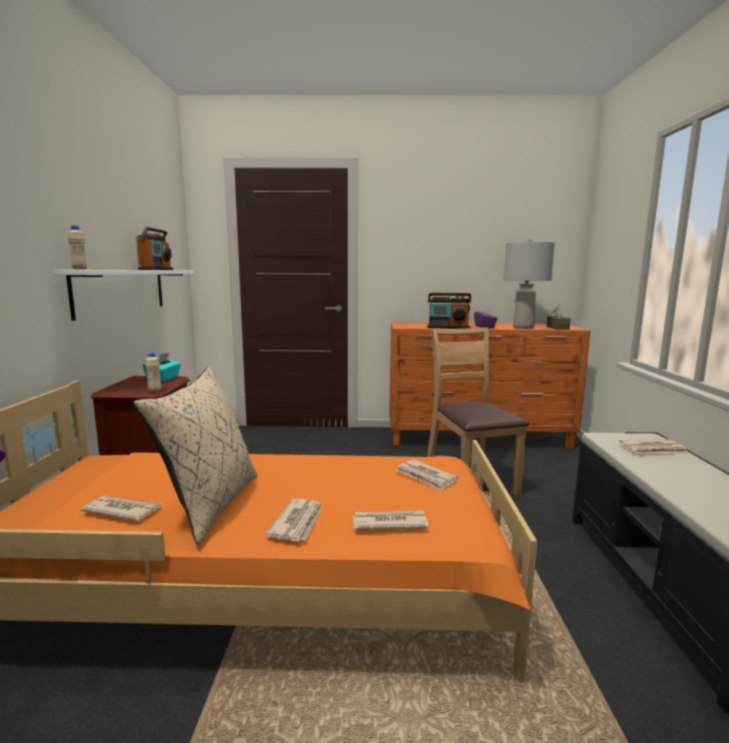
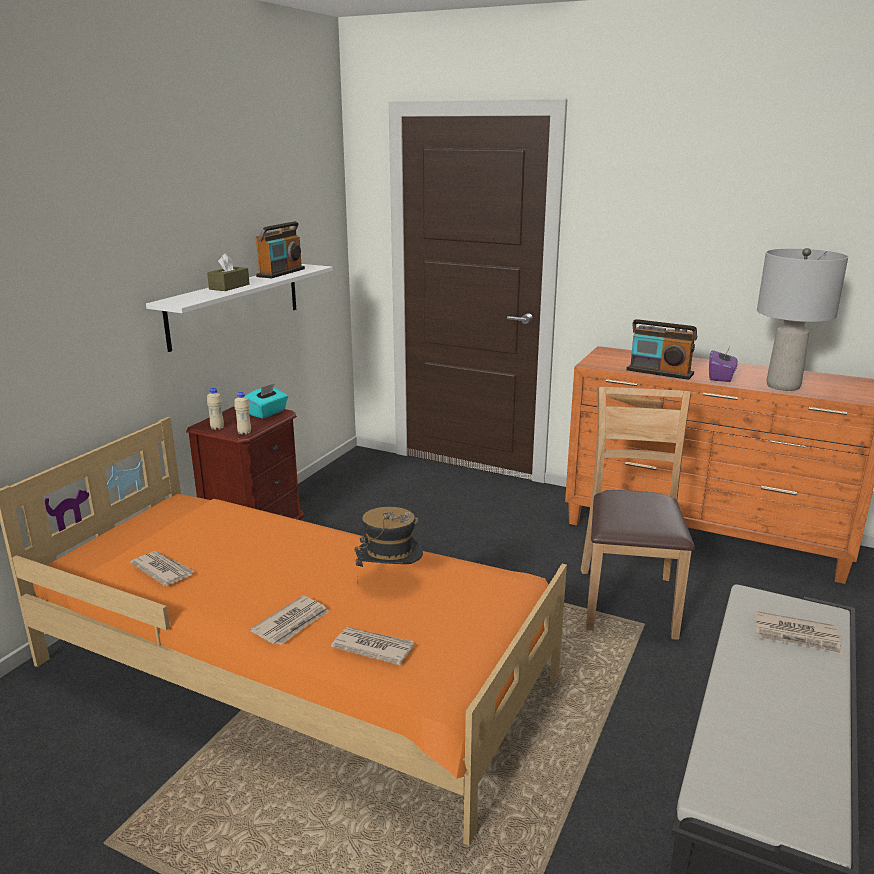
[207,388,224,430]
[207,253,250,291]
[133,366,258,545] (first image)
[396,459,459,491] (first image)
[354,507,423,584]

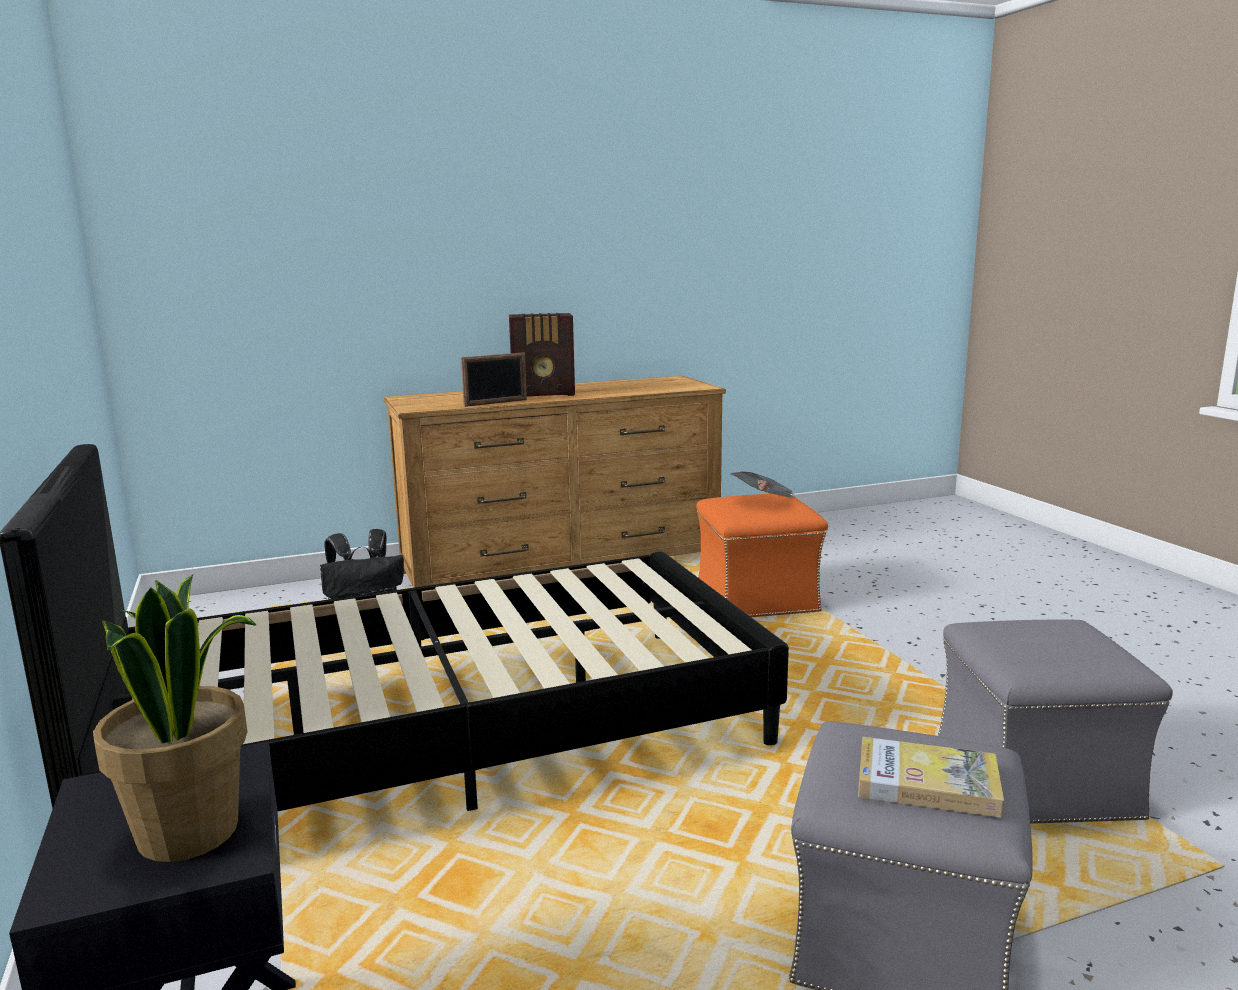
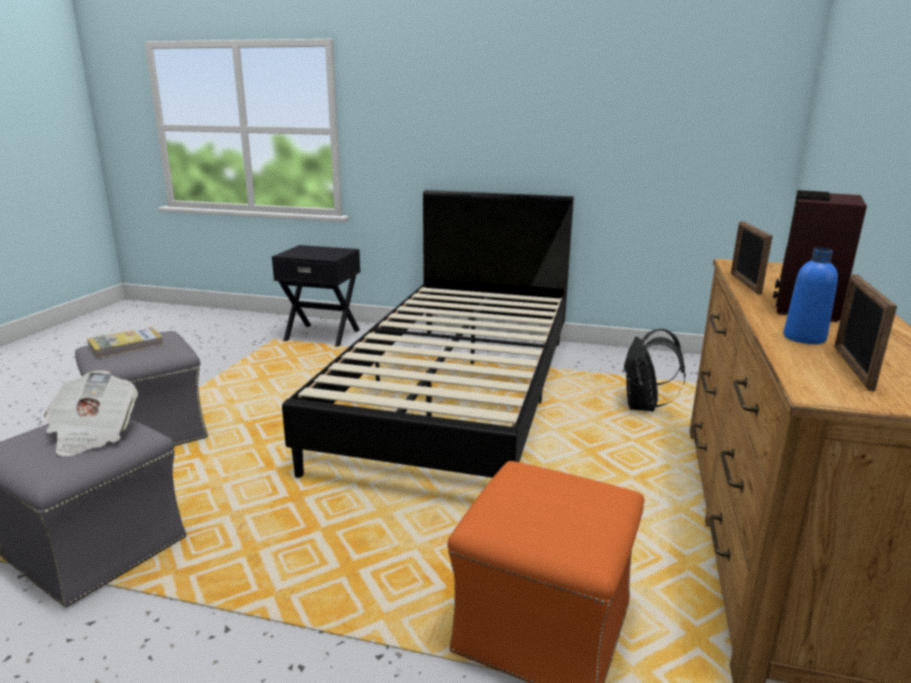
[44,370,138,457]
[93,574,257,862] (first image)
[784,248,838,344]
[834,274,897,392]

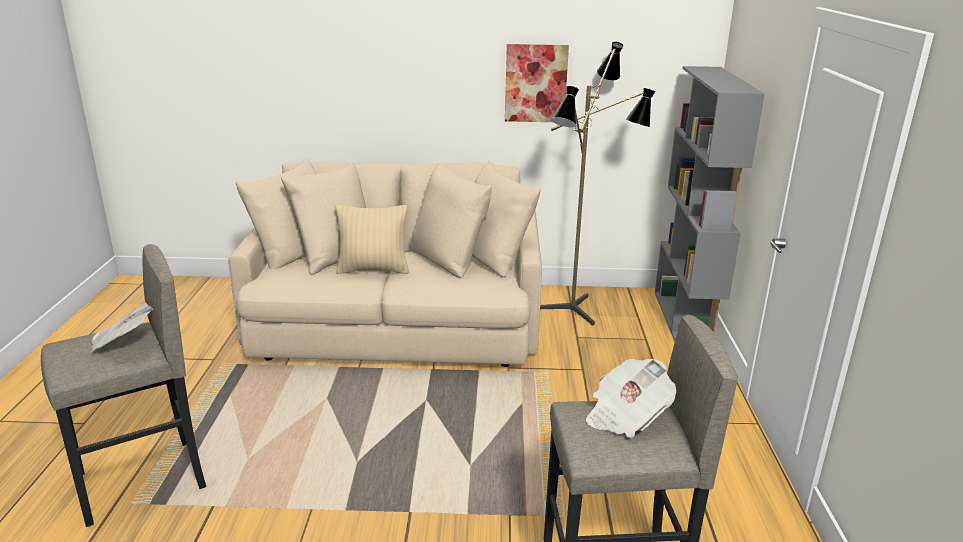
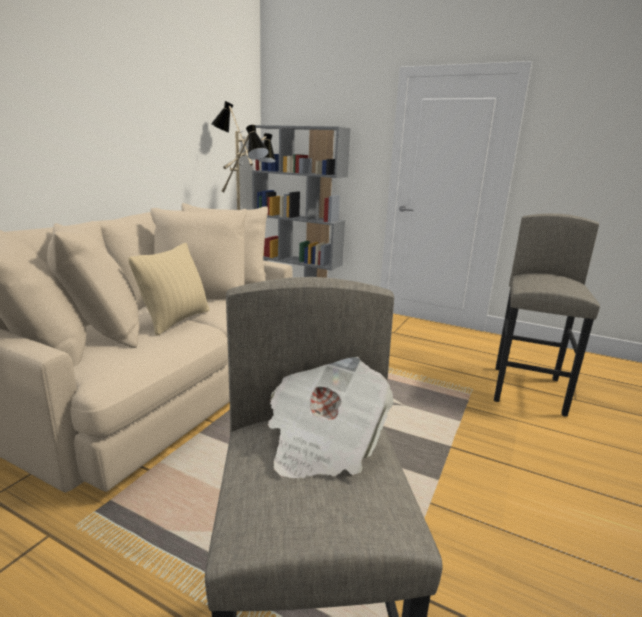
[505,44,569,122] (first image)
[586,359,676,437] (first image)

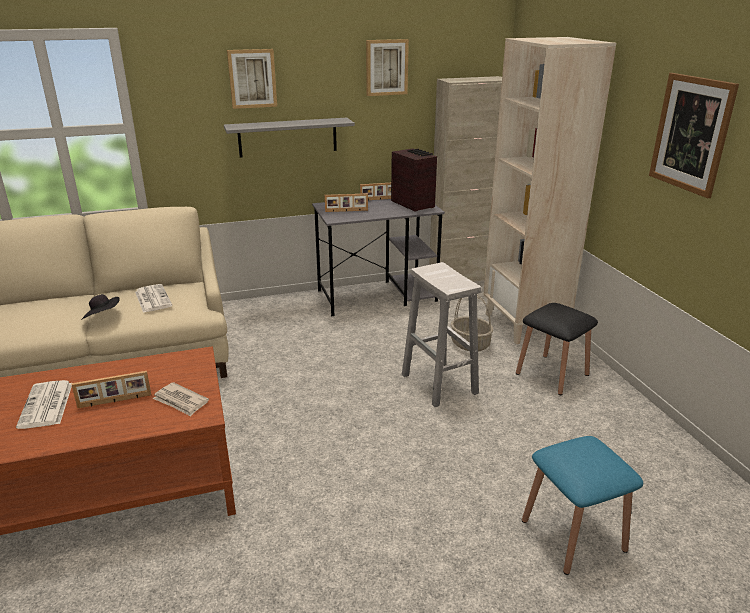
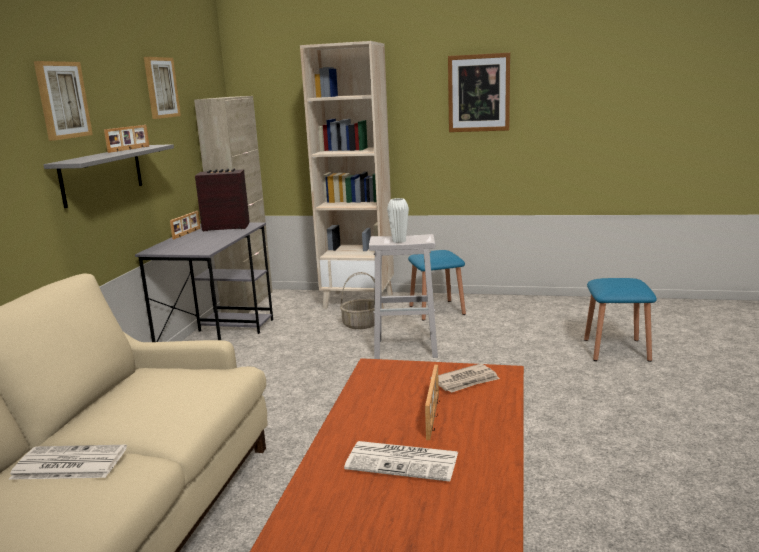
[104,125,149,153]
[9,445,127,480]
[81,294,120,320] (first image)
[408,250,466,321]
[387,198,409,243]

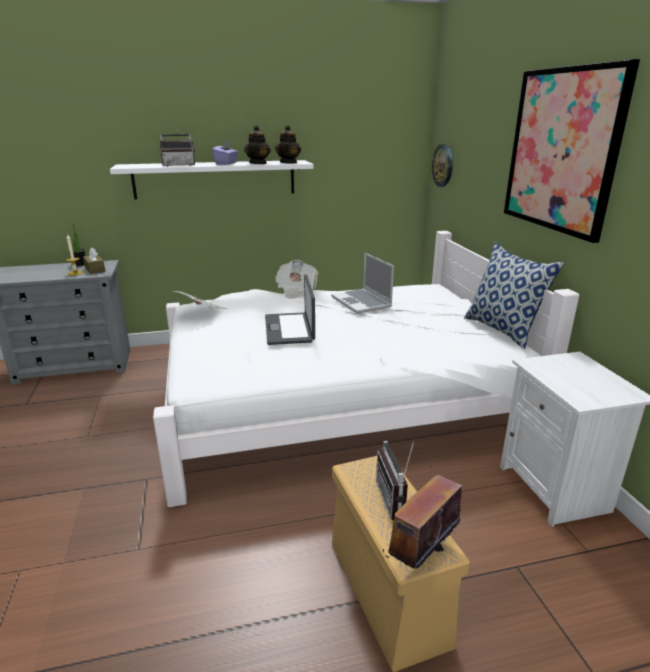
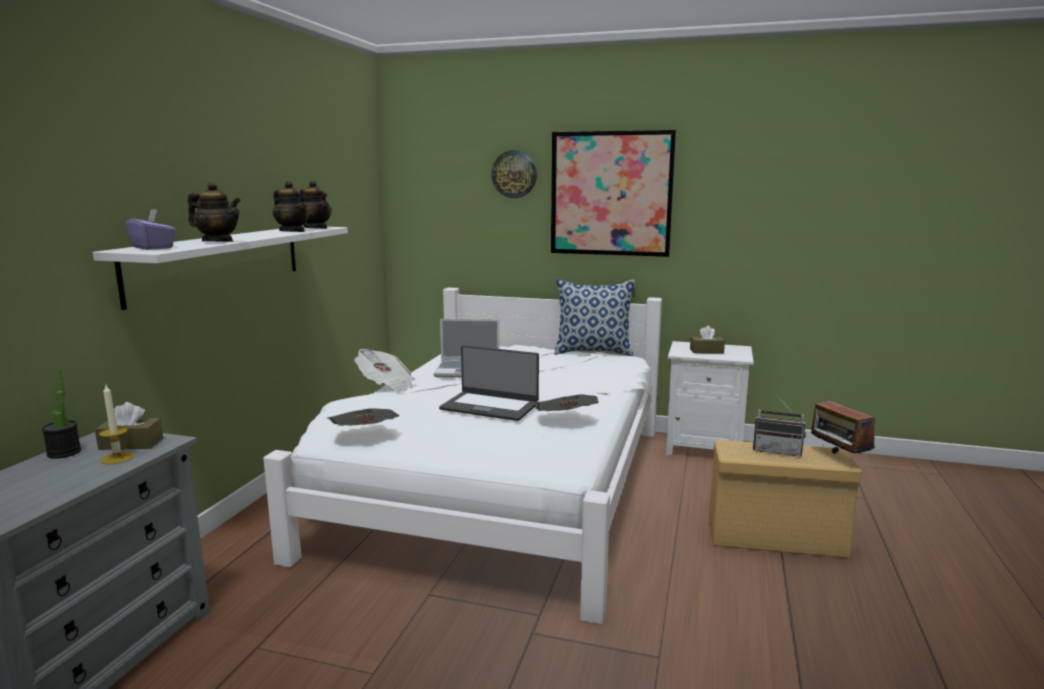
[188,182,241,242]
[125,209,176,250]
[491,150,537,198]
[690,326,725,354]
[535,395,599,411]

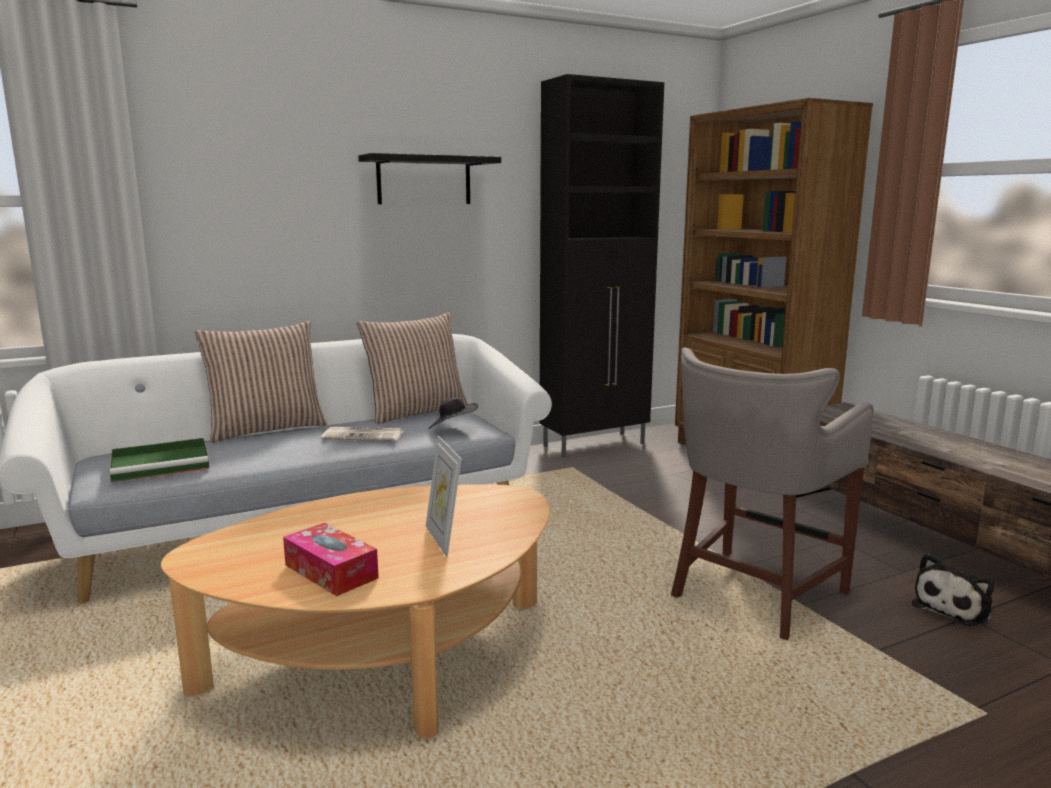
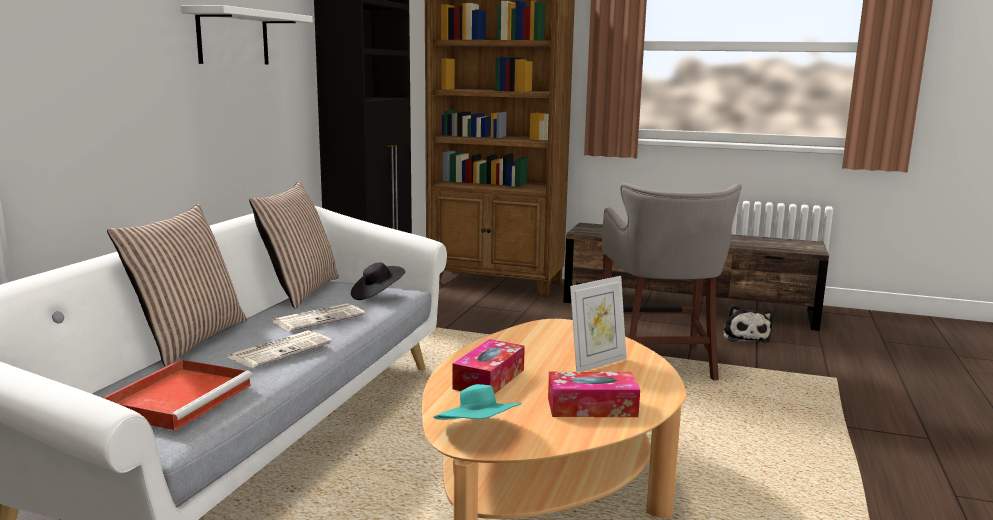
[181,5,313,65]
[570,276,627,372]
[102,360,253,430]
[227,331,332,368]
[452,339,525,394]
[433,384,521,420]

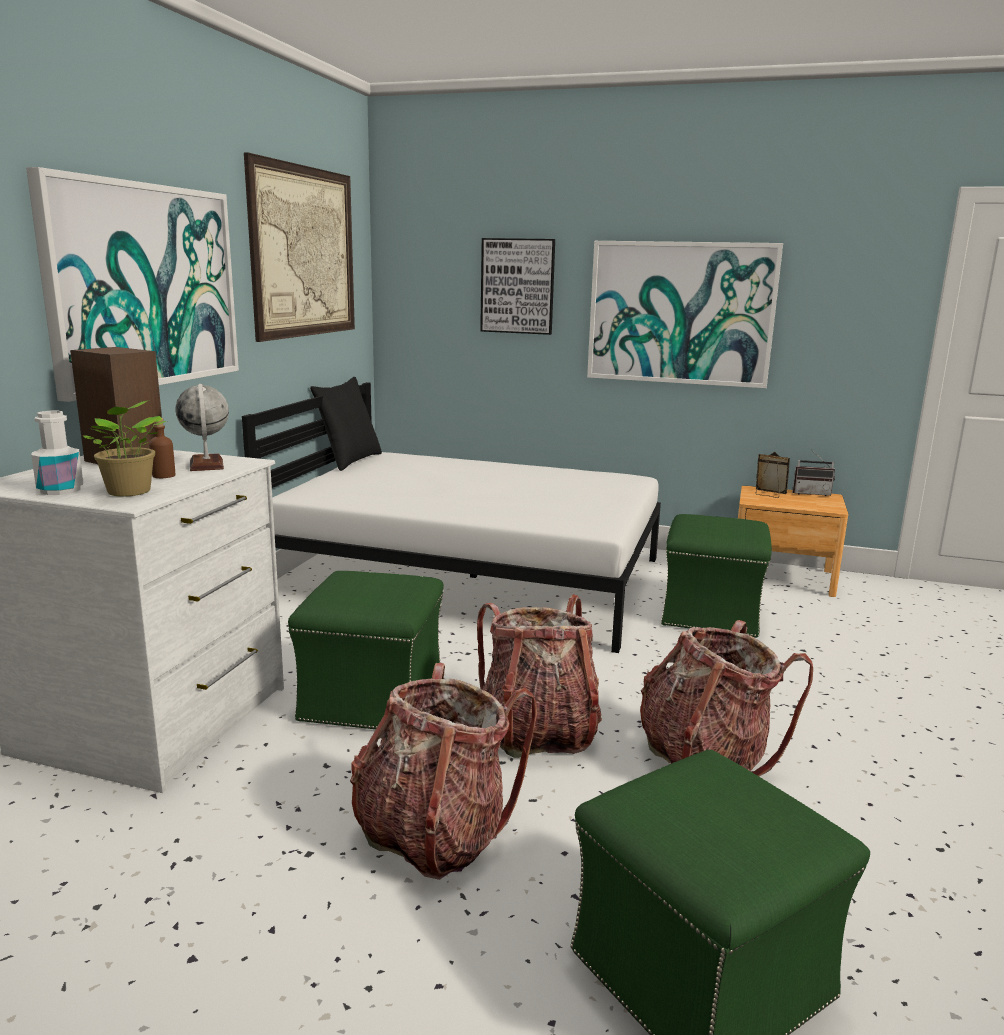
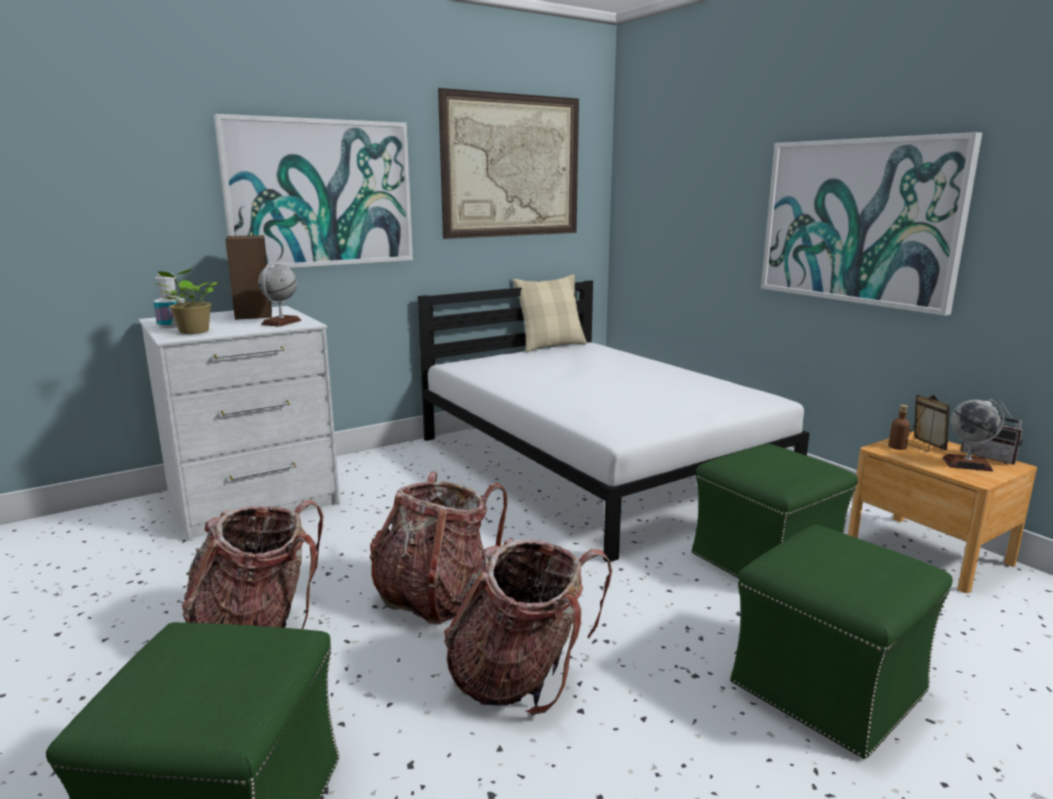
[480,238,555,335] (first image)
[513,274,587,352]
[888,405,910,450]
[730,525,953,759]
[943,399,1005,471]

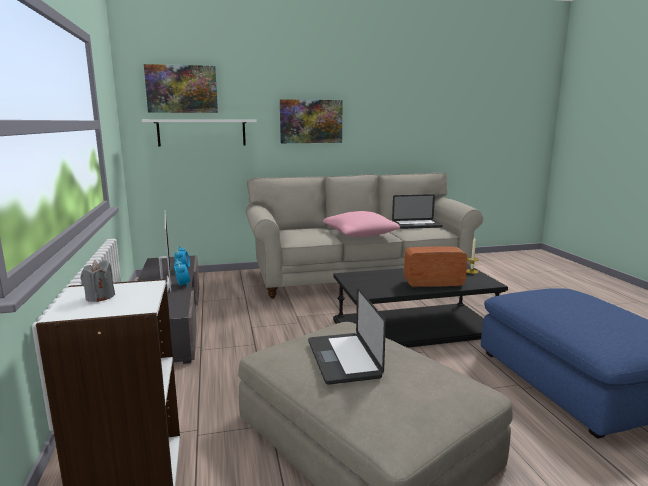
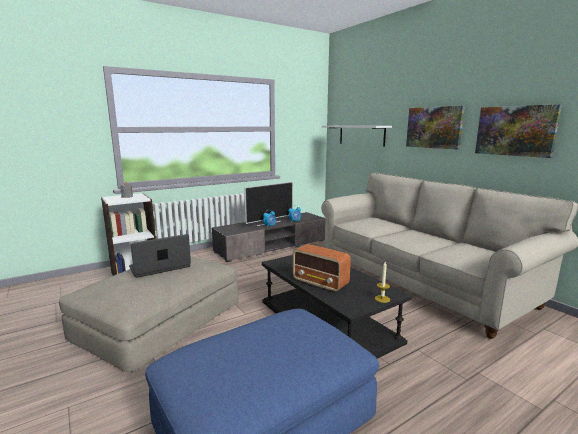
[475,104,562,158]
[392,194,443,229] (first image)
[323,211,400,237] (first image)
[293,244,351,292]

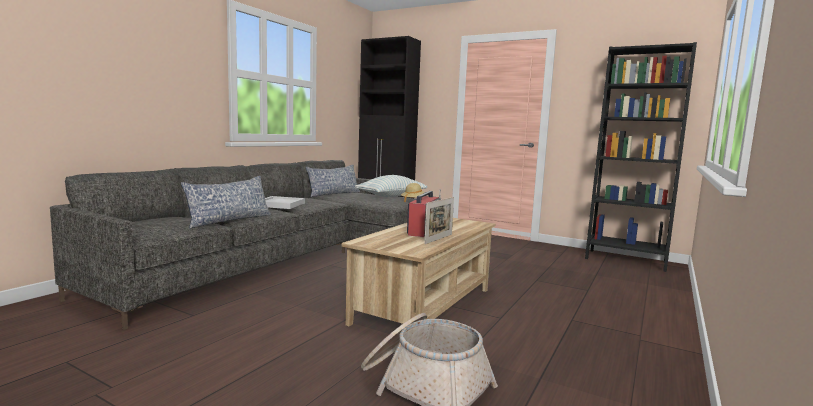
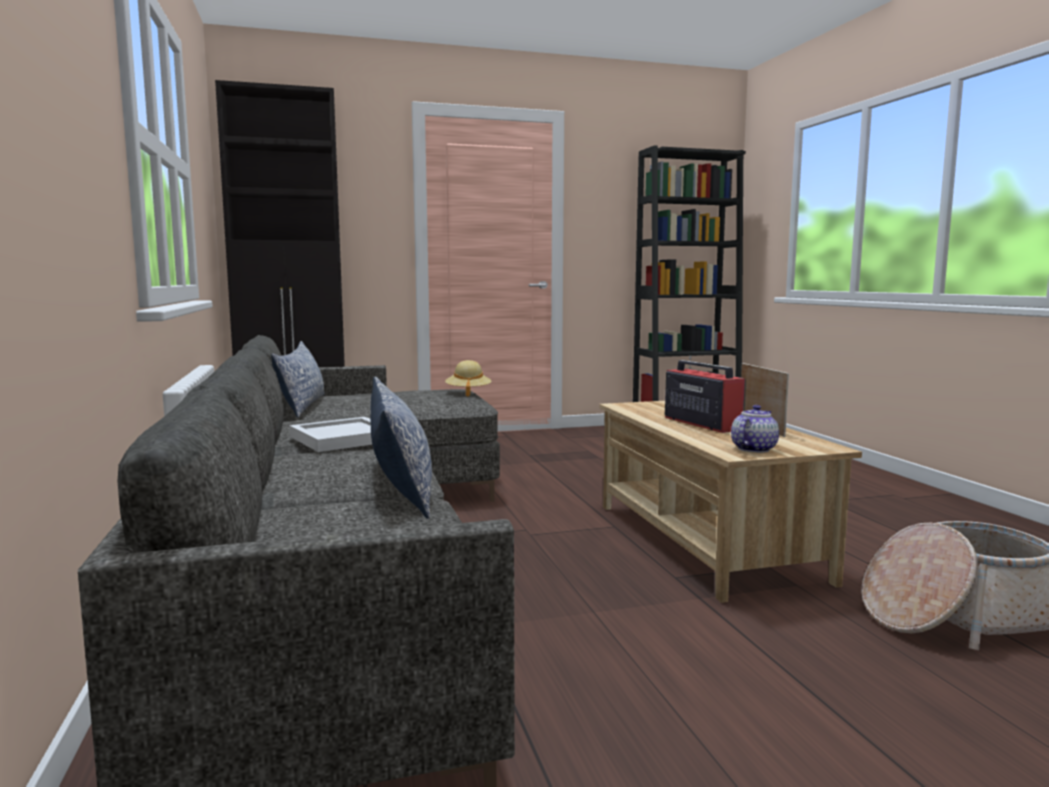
[355,175,427,197] (first image)
[731,405,779,453]

